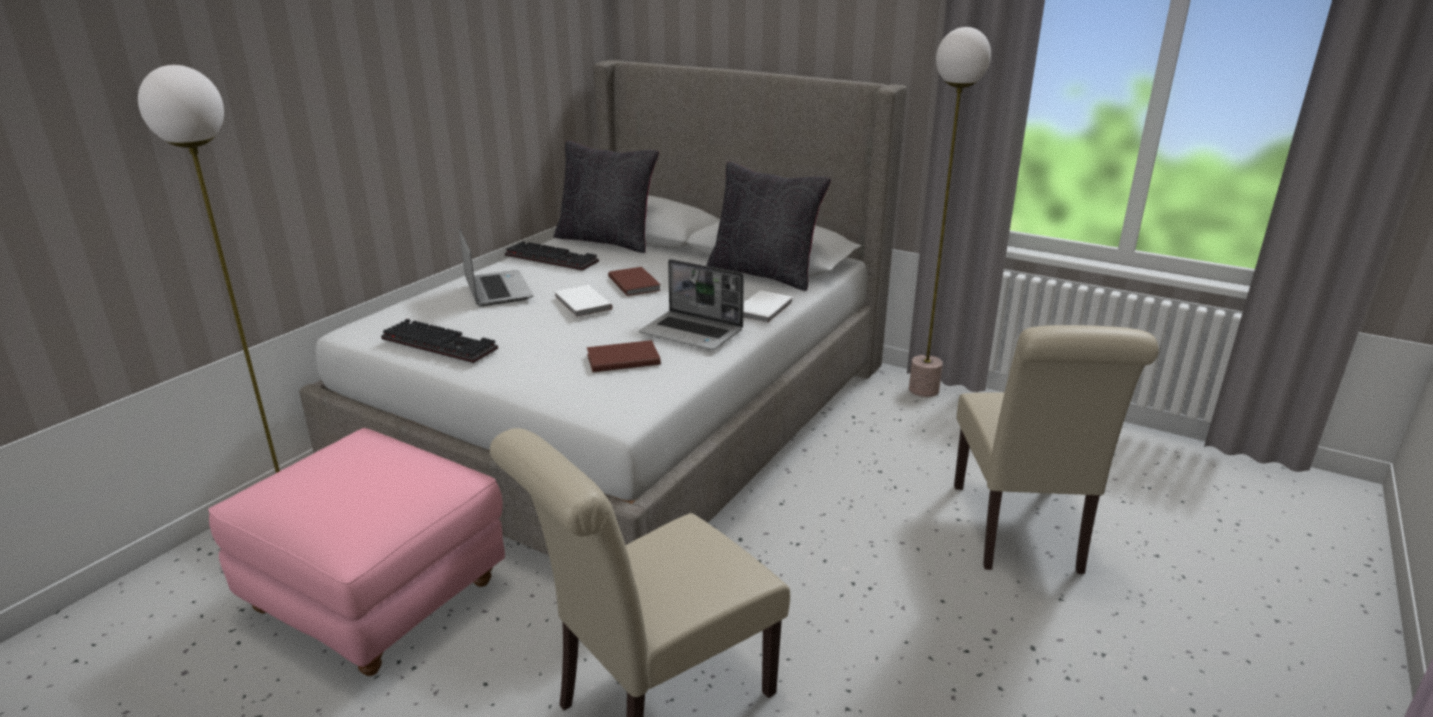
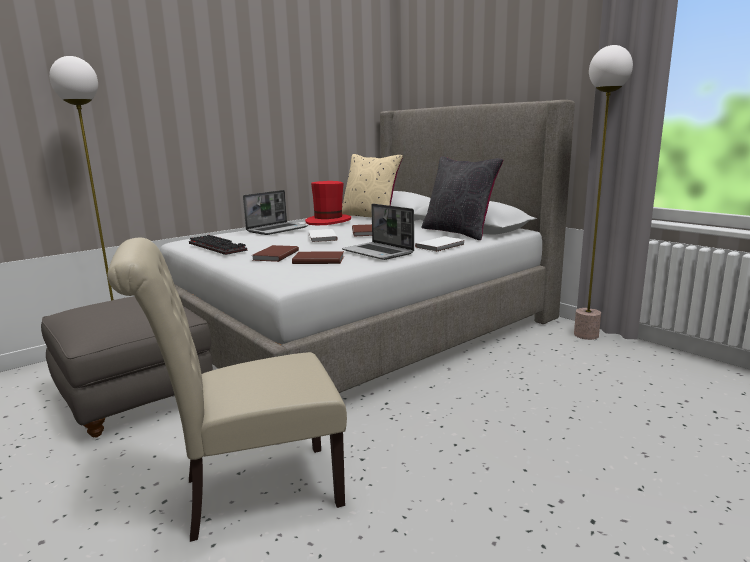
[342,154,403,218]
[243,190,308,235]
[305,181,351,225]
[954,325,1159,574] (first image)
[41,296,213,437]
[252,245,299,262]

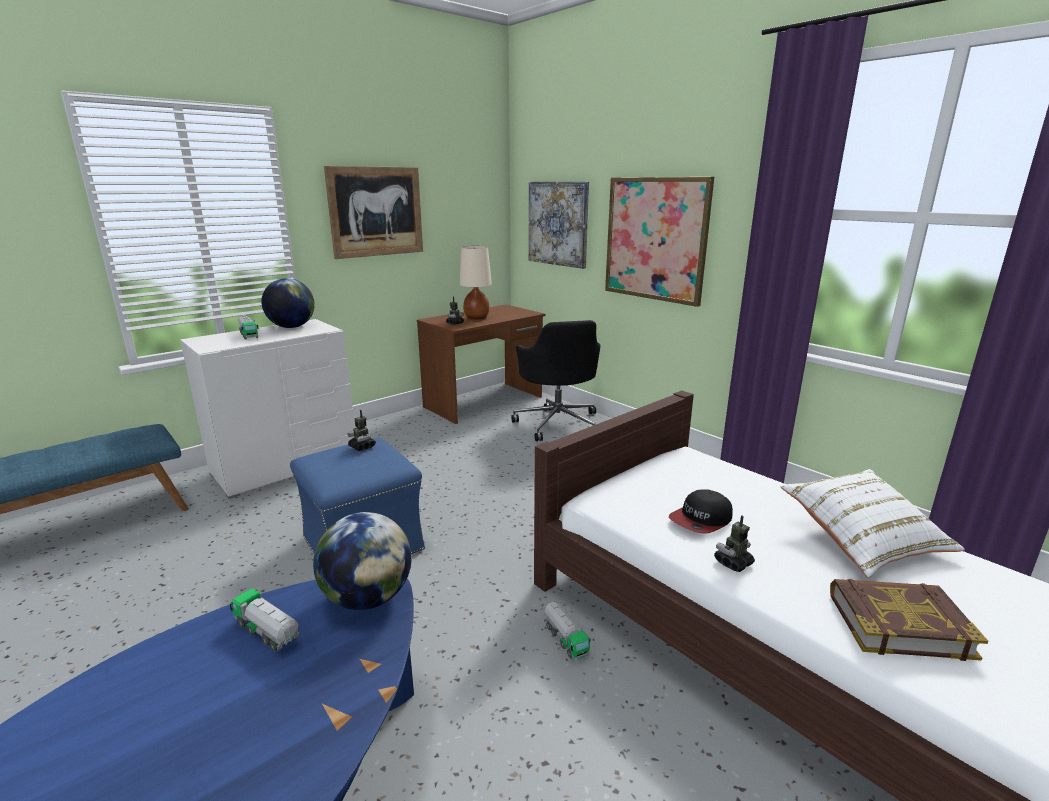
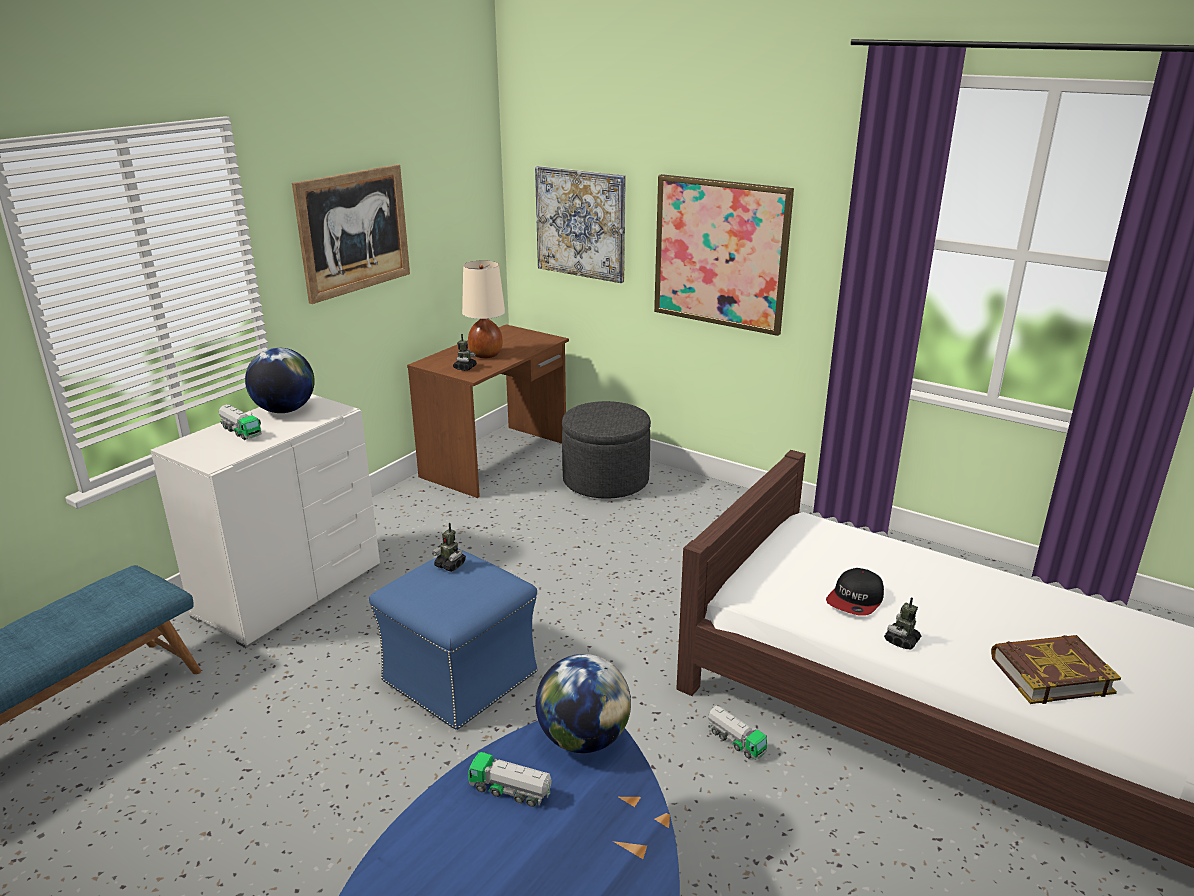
[562,401,651,499]
[780,469,965,578] (first image)

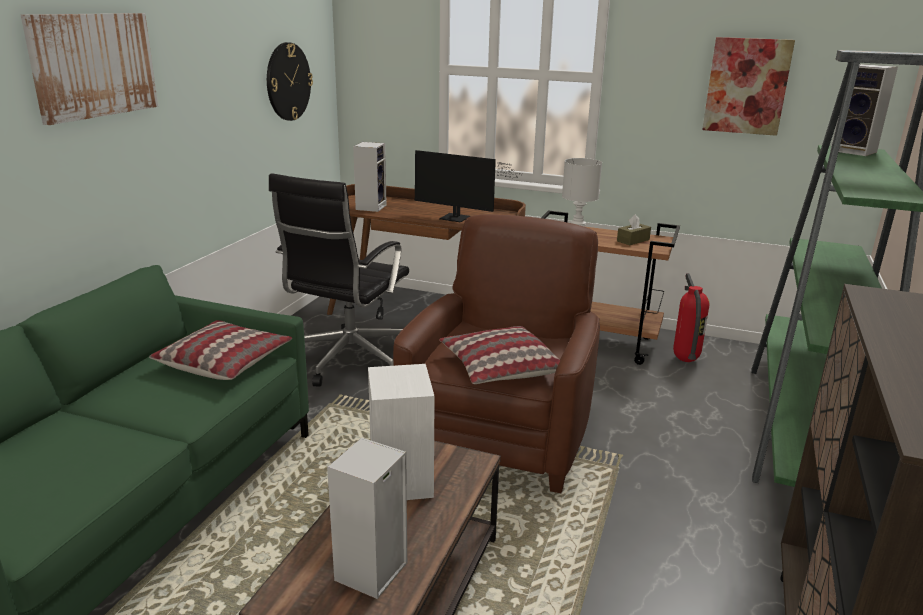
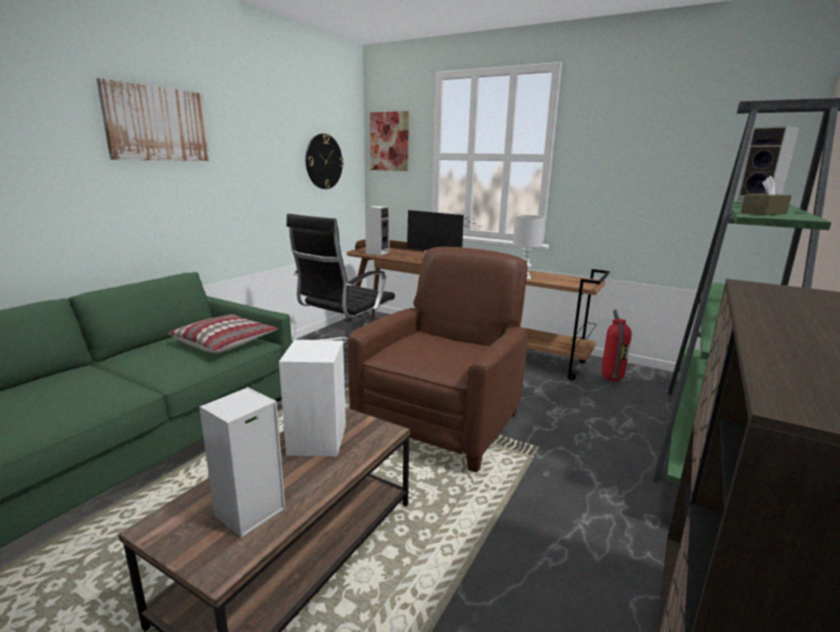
[370,111,409,171]
[741,176,792,215]
[439,326,560,384] (first image)

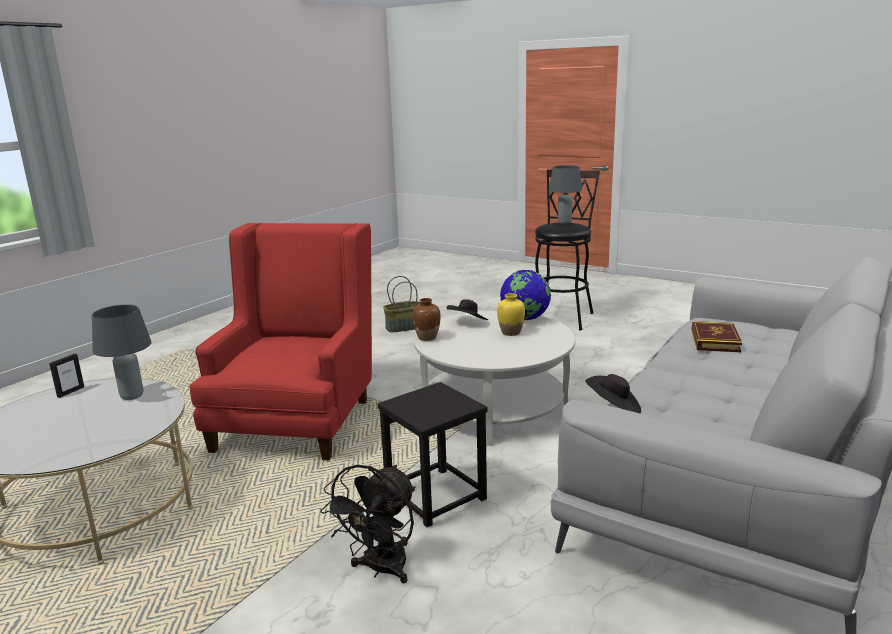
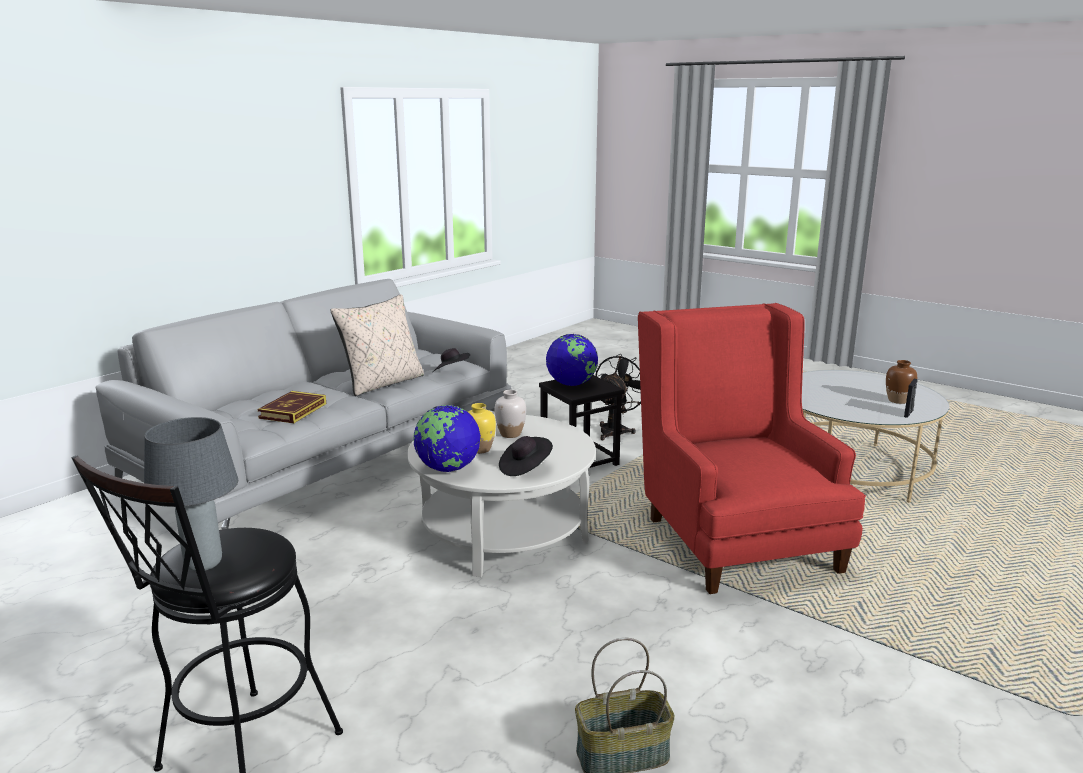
[638,303,866,594]
[886,360,917,404]
[92,304,151,400] (first image)
[330,294,424,396]
[546,334,598,386]
[494,390,526,438]

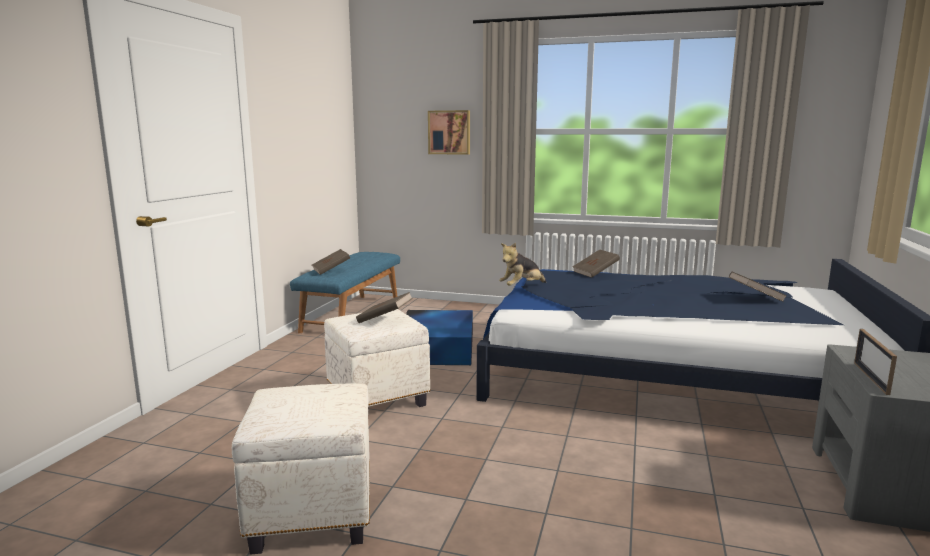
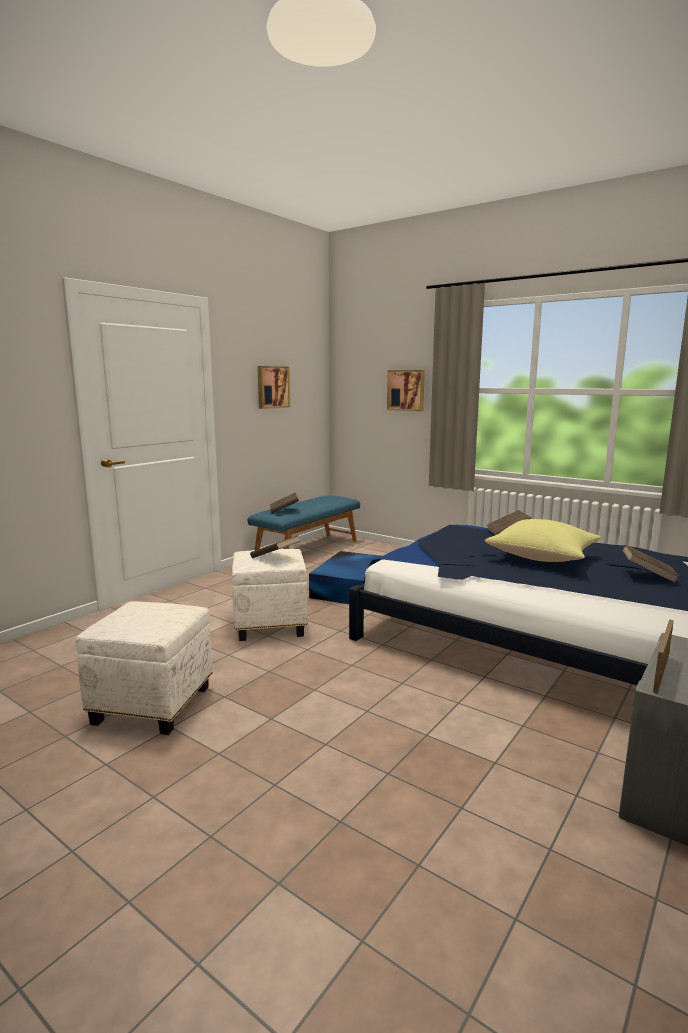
[499,243,546,286] (first image)
[257,366,290,409]
[485,519,602,562]

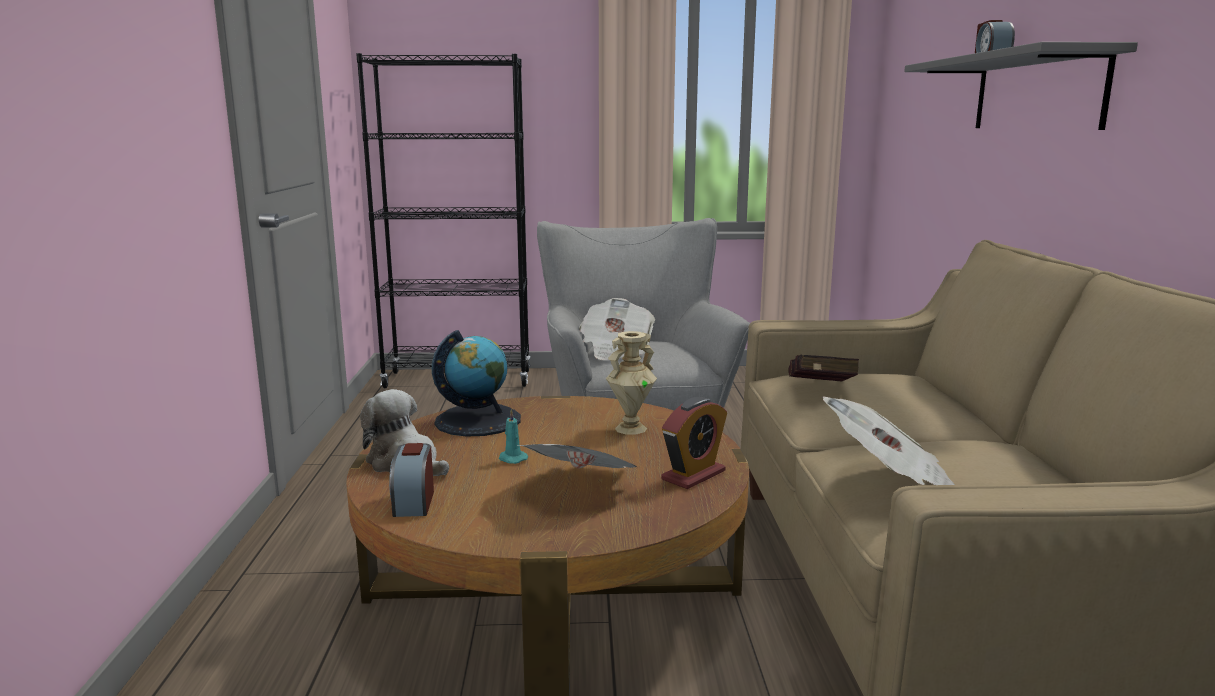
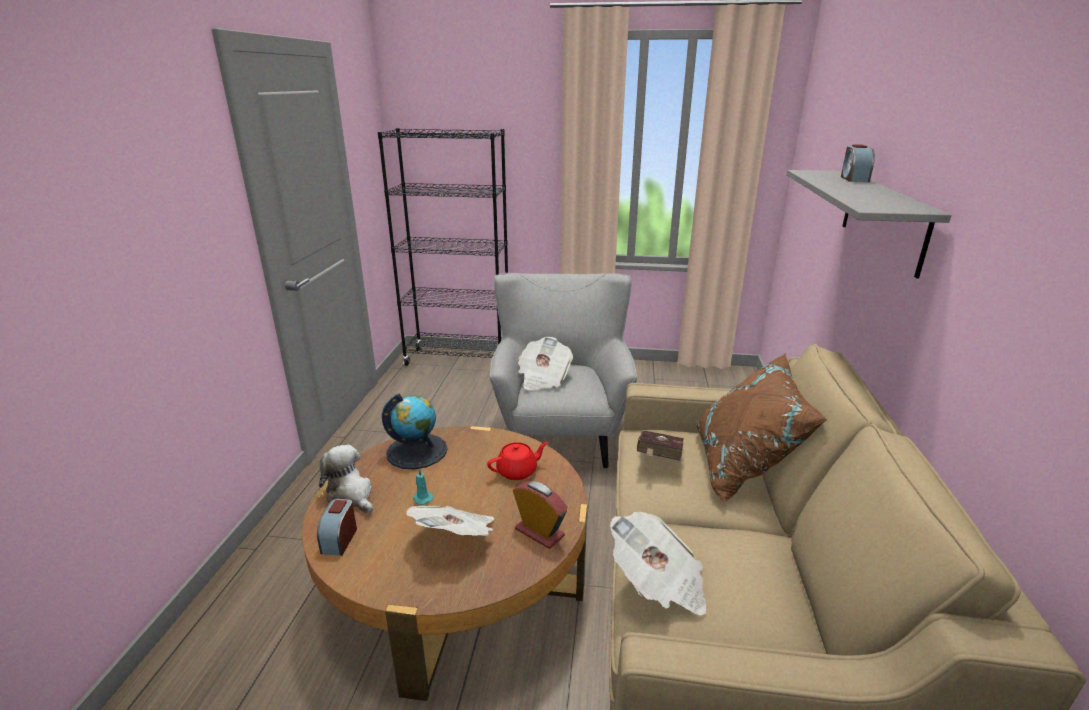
[487,442,548,480]
[513,481,568,549]
[696,353,827,503]

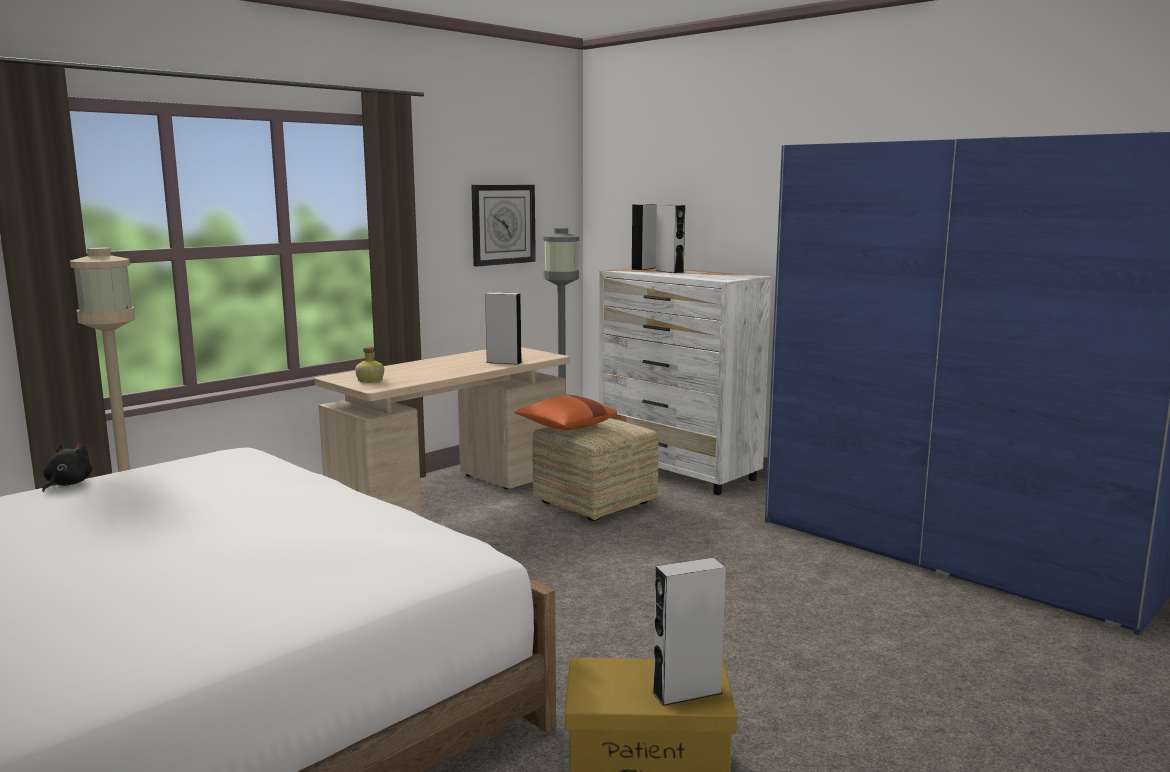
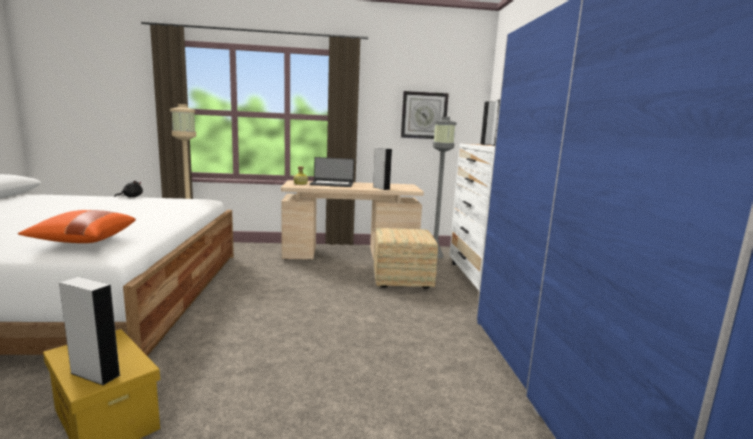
[18,210,136,243]
[310,157,354,187]

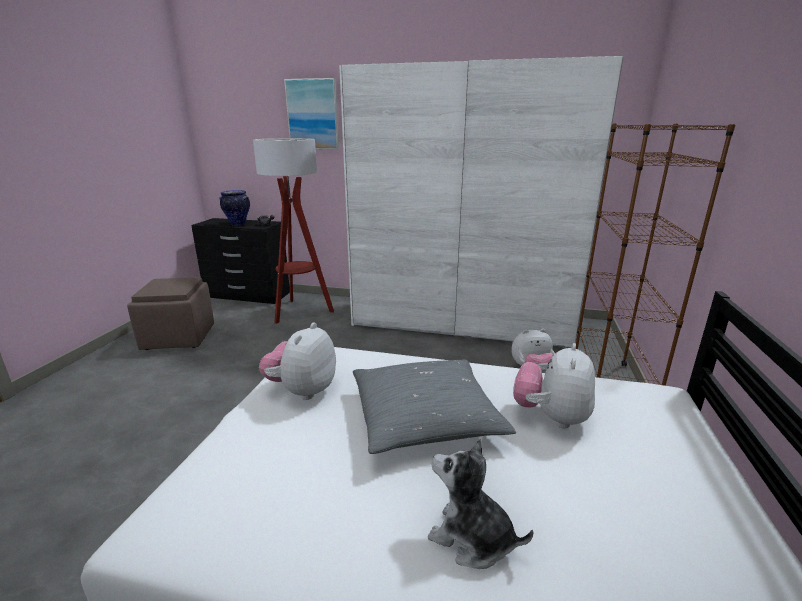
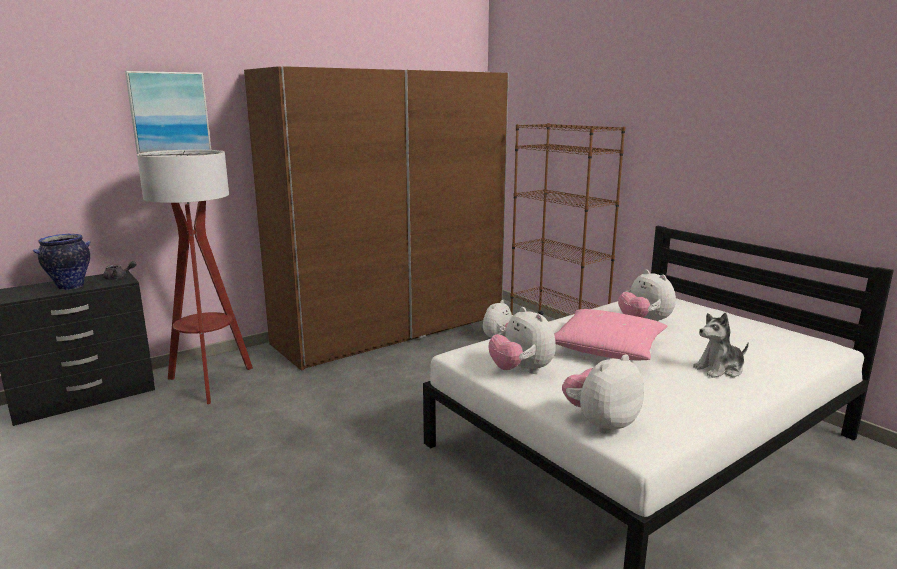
[244,66,509,371]
[127,277,214,350] (first image)
[554,309,668,361]
[562,354,644,434]

